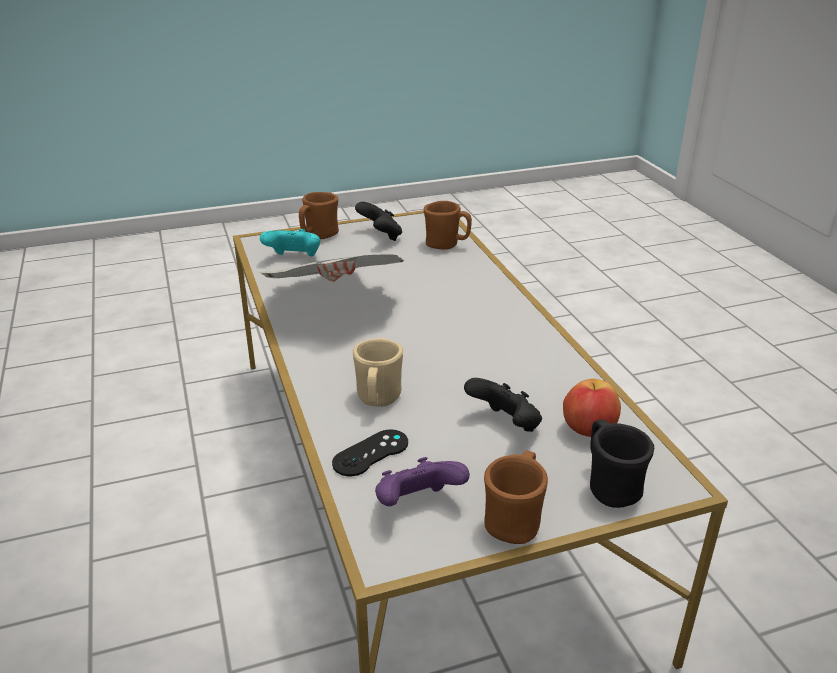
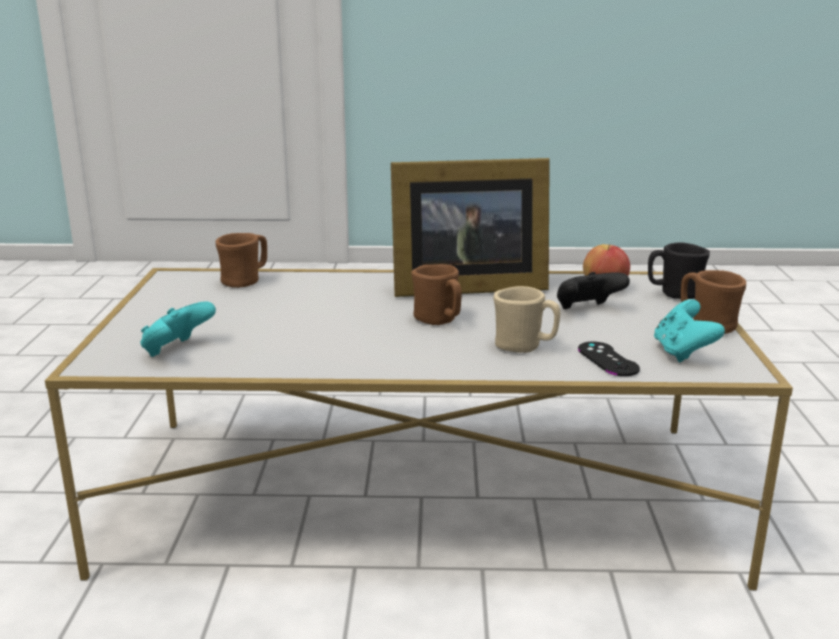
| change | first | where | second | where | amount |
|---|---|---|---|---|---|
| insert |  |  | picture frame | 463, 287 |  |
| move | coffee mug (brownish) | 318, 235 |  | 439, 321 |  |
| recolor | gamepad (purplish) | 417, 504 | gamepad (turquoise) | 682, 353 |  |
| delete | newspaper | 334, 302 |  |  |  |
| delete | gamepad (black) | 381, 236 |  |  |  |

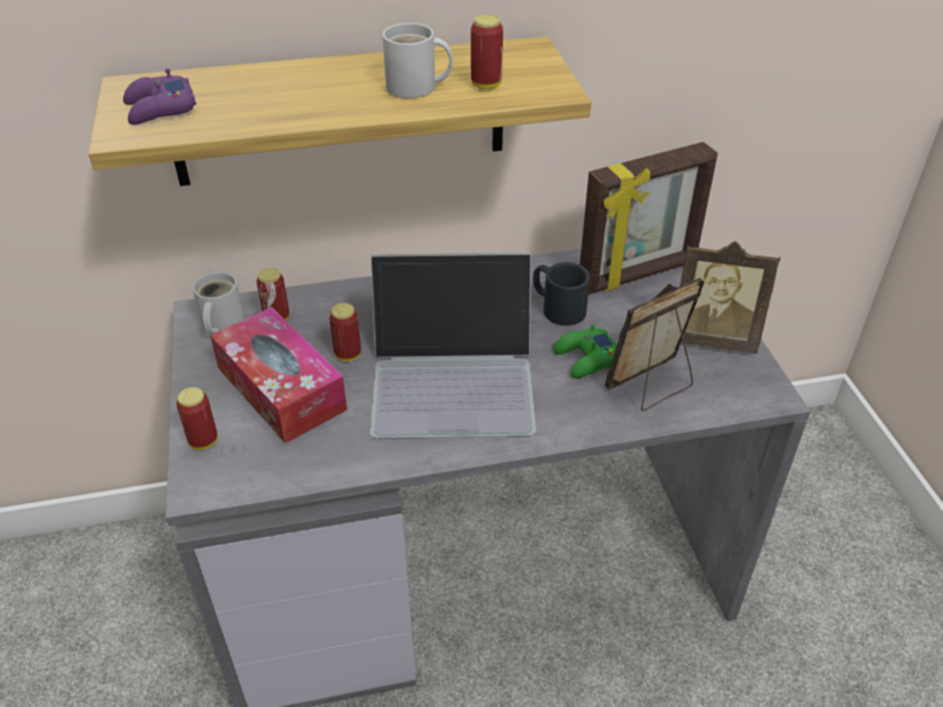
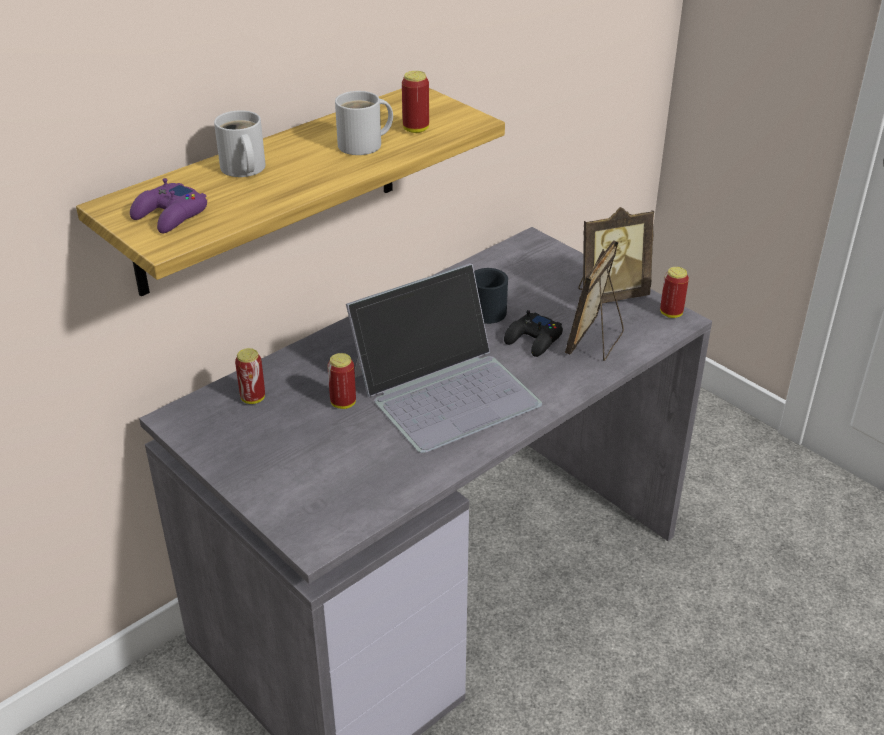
| change | first | where | second | where | amount |
|---|---|---|---|---|---|
| move | coffee mug (white-coloured) | 220, 324 |  | 242, 169 |  |
| recolor | gamepad (green) | 587, 359 | gamepad (black) | 533, 340 |  |
| move | metal can | 203, 441 |  | 671, 313 |  |
| delete | box of tissues | 281, 388 |  |  |  |
| delete | picture frame | 638, 274 |  |  |  |

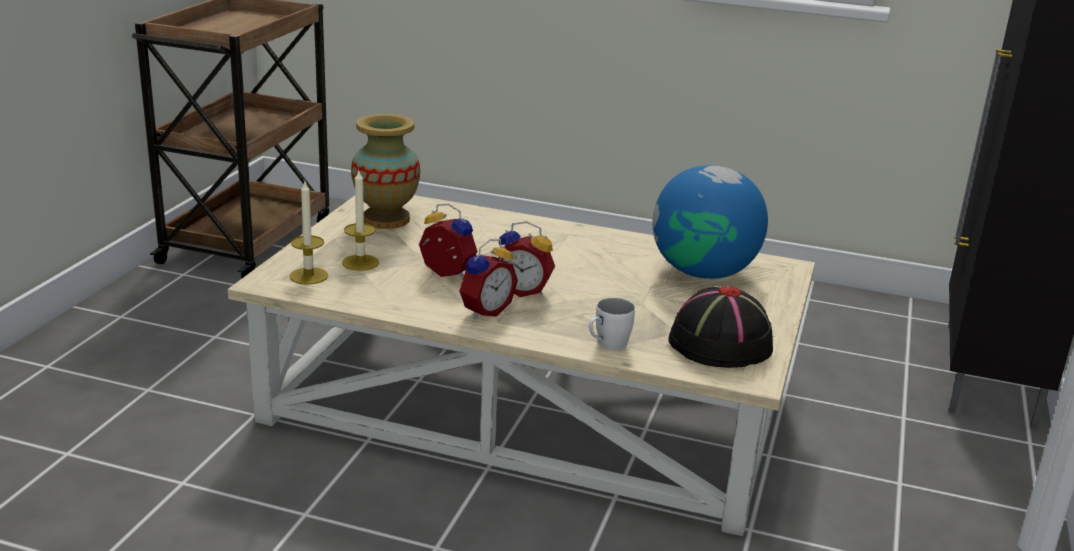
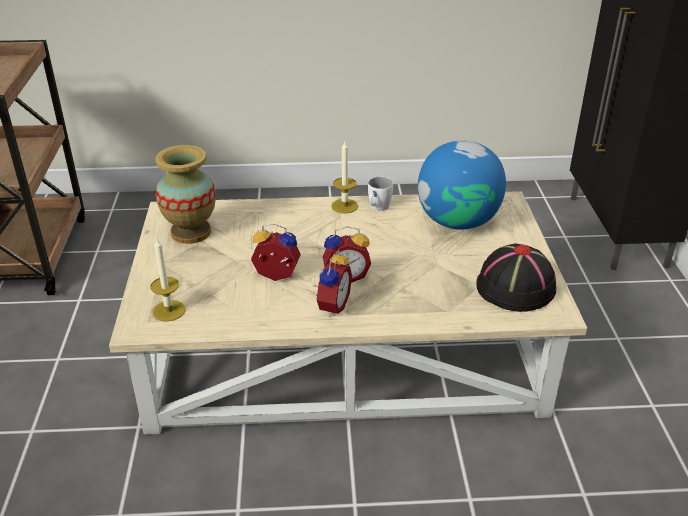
| change | first | where | second | where | amount |
|---|---|---|---|---|---|
| move | candle | 360, 262 |  | 344, 206 |  |
| move | coffee mug (white-coloured) | 607, 345 |  | 377, 208 |  |

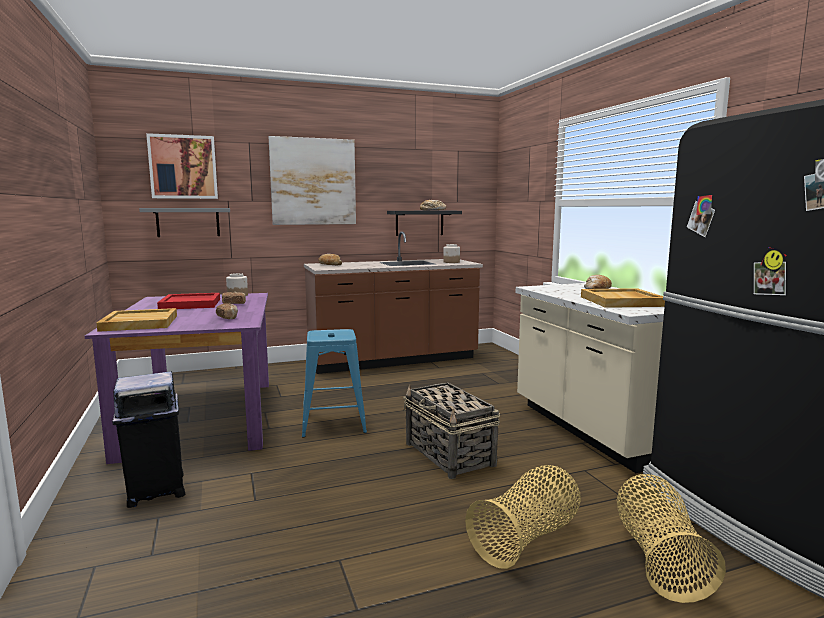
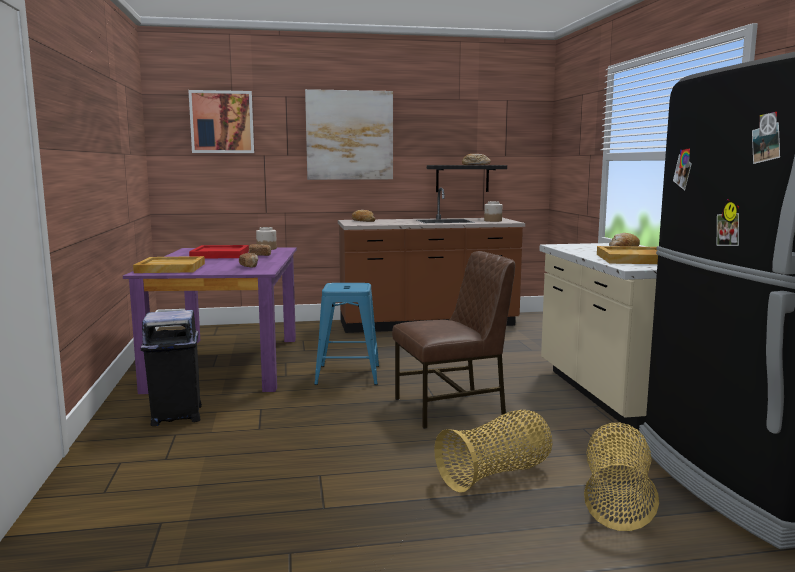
| change | first | where | second | where | amount |
|---|---|---|---|---|---|
| replace | household basket | 449, 455 | upright chair (brownish) | 451, 407 |  |
| delete | shelf (gray) | 188, 222 |  |  |  |

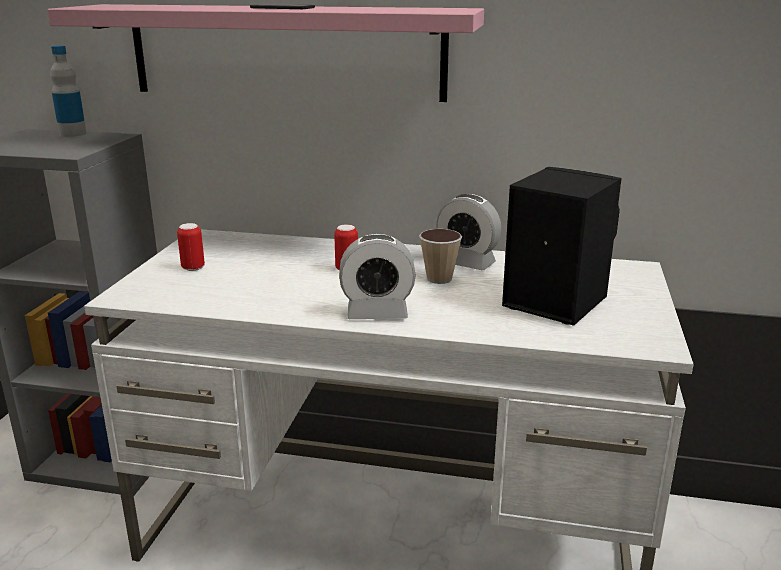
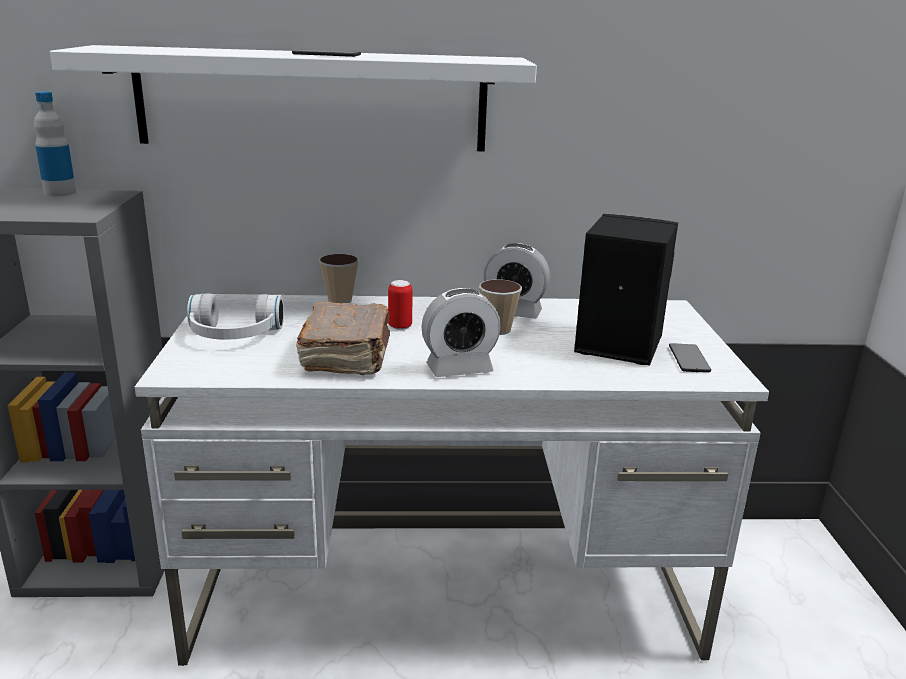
| change | first | where | second | where | amount |
|---|---|---|---|---|---|
| recolor | shelf (pink) | 285, 52 | shelf (white-coloured) | 312, 100 |  |
| replace | metal can | 193, 268 | headphones (white-coloured) | 233, 336 |  |
| insert |  |  | bound book (brownish) | 348, 356 |  |
| insert |  |  | small cup | 340, 300 |  |
| insert |  |  | telephone | 688, 359 |  |

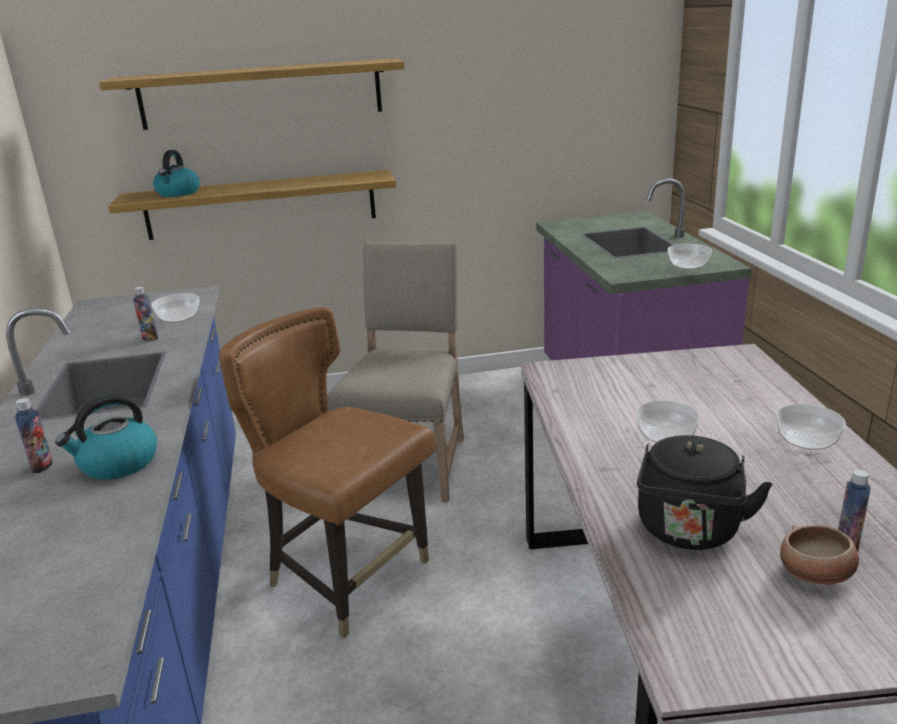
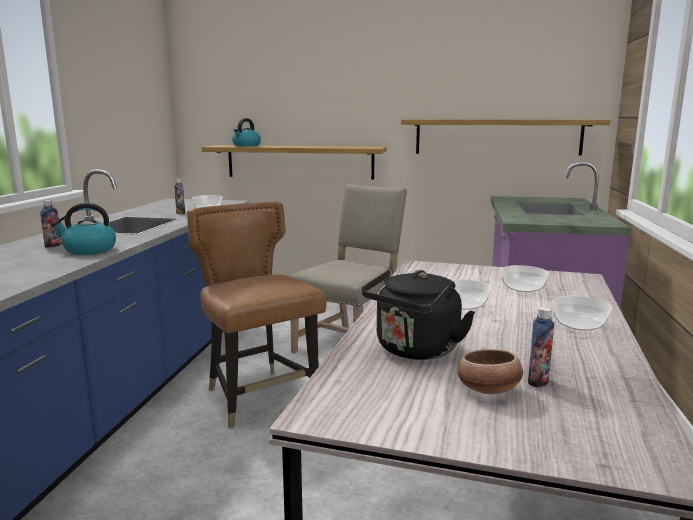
| change | first | where | second | where | amount |
|---|---|---|---|---|---|
| move | shelf | 261, 94 |  | 497, 137 |  |
| move | deep dish | 687, 265 |  | 522, 288 |  |

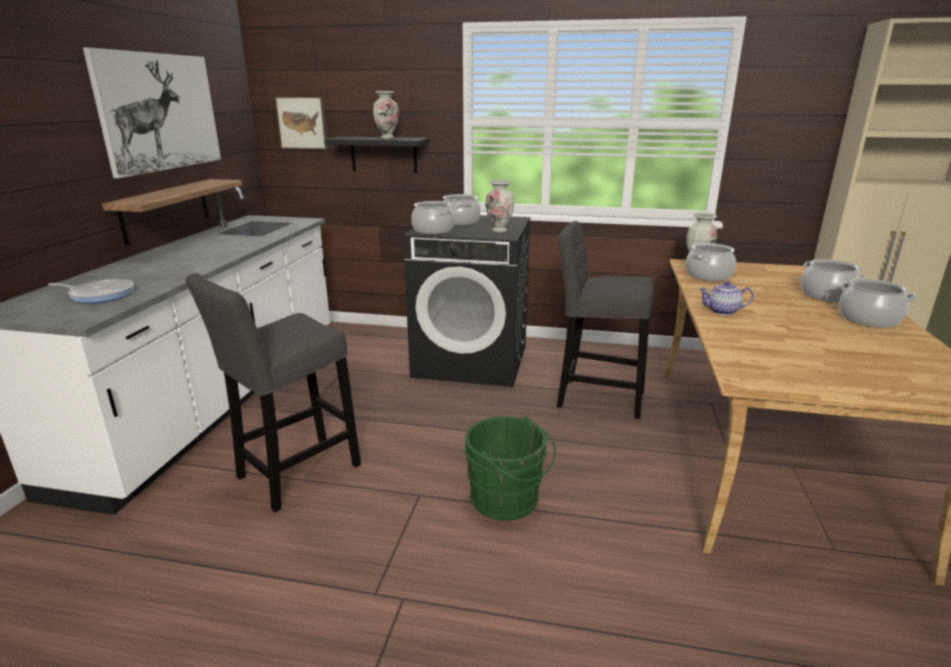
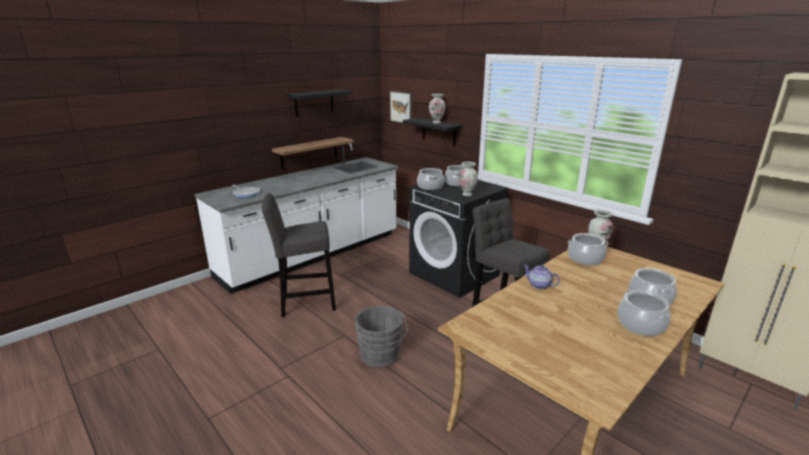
| change | first | where | second | where | amount |
|---|---|---|---|---|---|
| replace | picture | 160, 112 | shelf (black) | 314, 102 |  |
| recolor | bucket (green) | 508, 500 | bucket (gray) | 380, 356 |  |

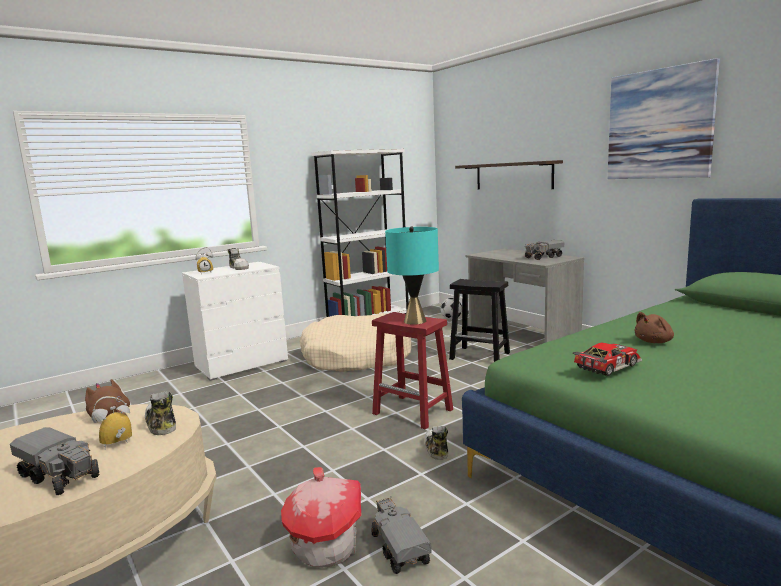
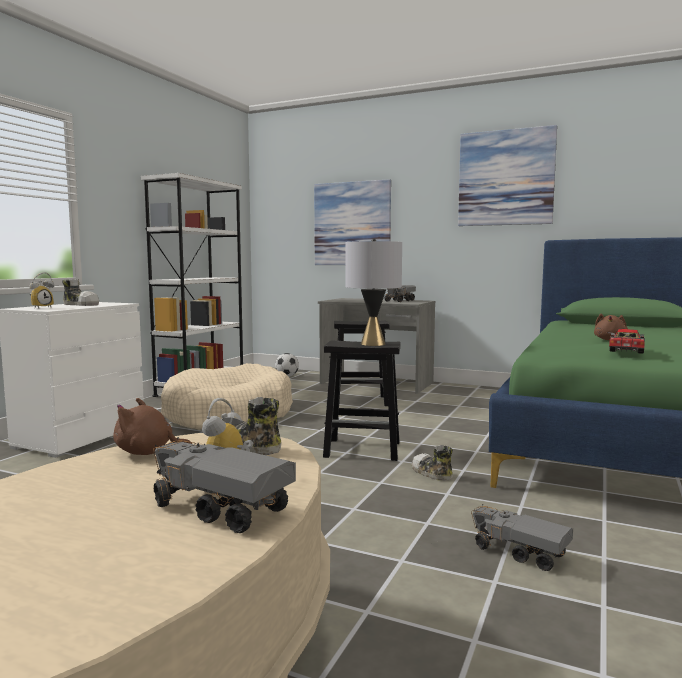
| change | first | where | second | where | amount |
|---|---|---|---|---|---|
| rotate | model truck | 60, 476 |  | 219, 508 | 150 degrees counterclockwise |
| replace | shelf | 513, 176 | picture | 352, 224 |  |
| recolor | stool seat (red) | 414, 412 | stool seat (black) | 364, 449 |  |
| recolor | table lamp (turquoise) | 414, 321 | table lamp (gray) | 372, 344 |  |
| delete | miniature house | 326, 545 |  |  |  |

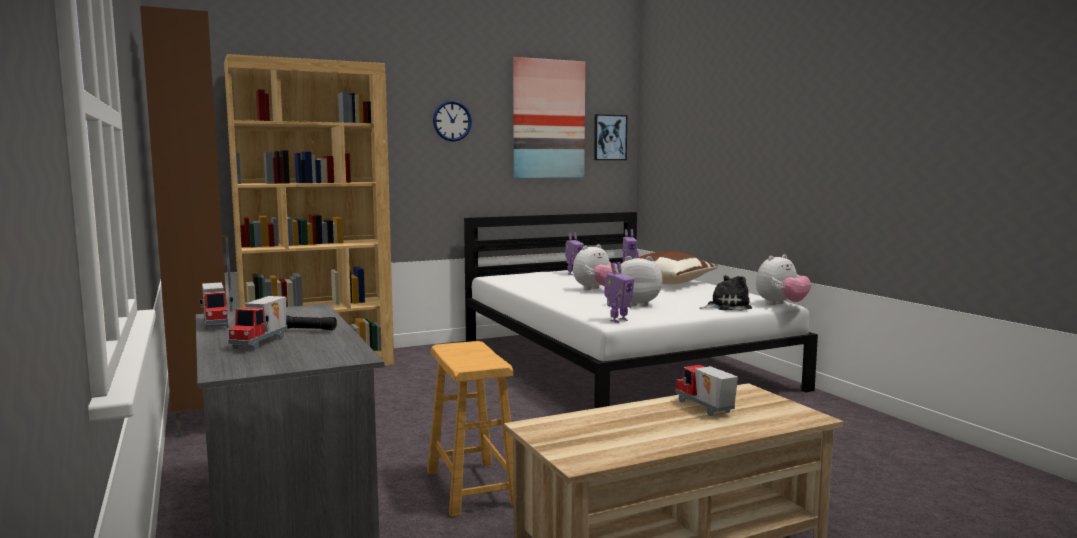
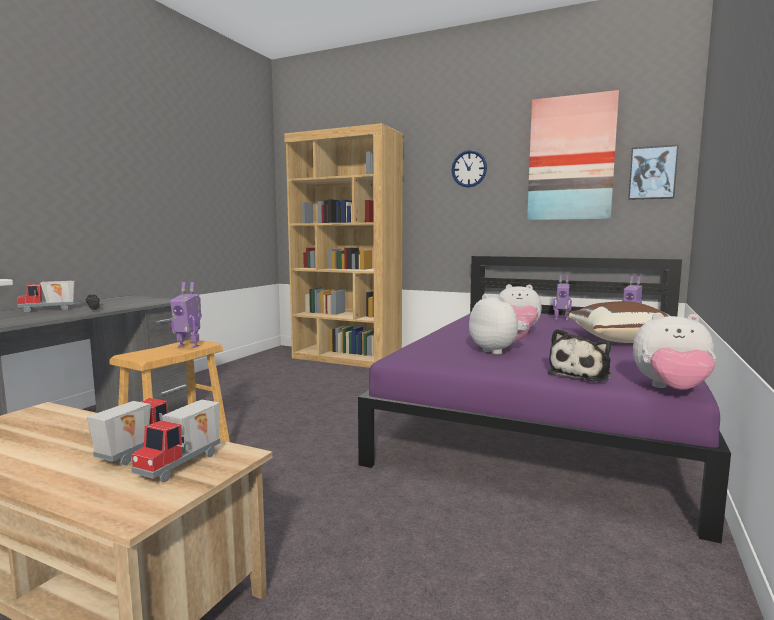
| change | first | where | second | where | amount |
|---|---|---|---|---|---|
| move | model truck | 217, 324 |  | 182, 465 |  |
| move | robot figure | 618, 320 |  | 189, 346 |  |
| recolor | bed (white-coloured) | 620, 363 | bed (purplish) | 546, 420 |  |
| rotate | soft toy | 726, 307 |  | 581, 374 | 90 degrees clockwise |
| delete | cupboard (brownish) | 204, 415 |  |  |  |

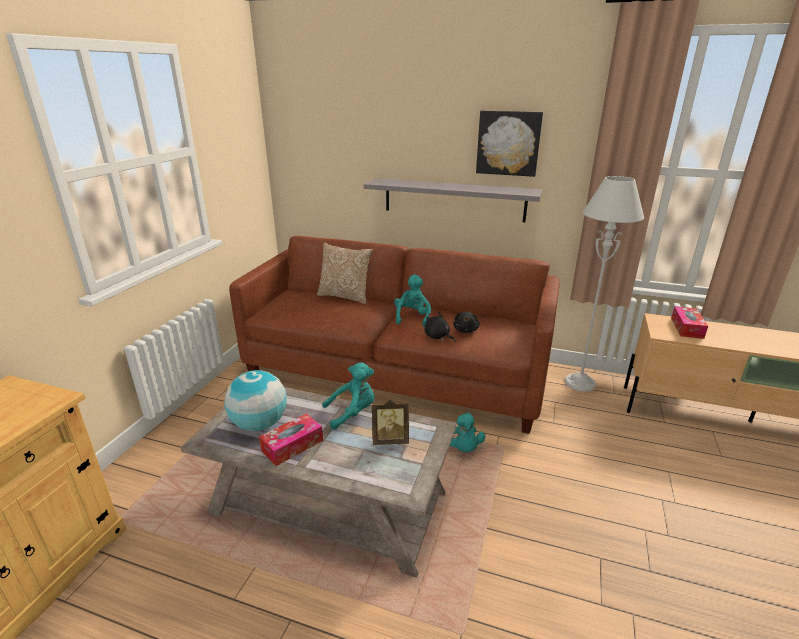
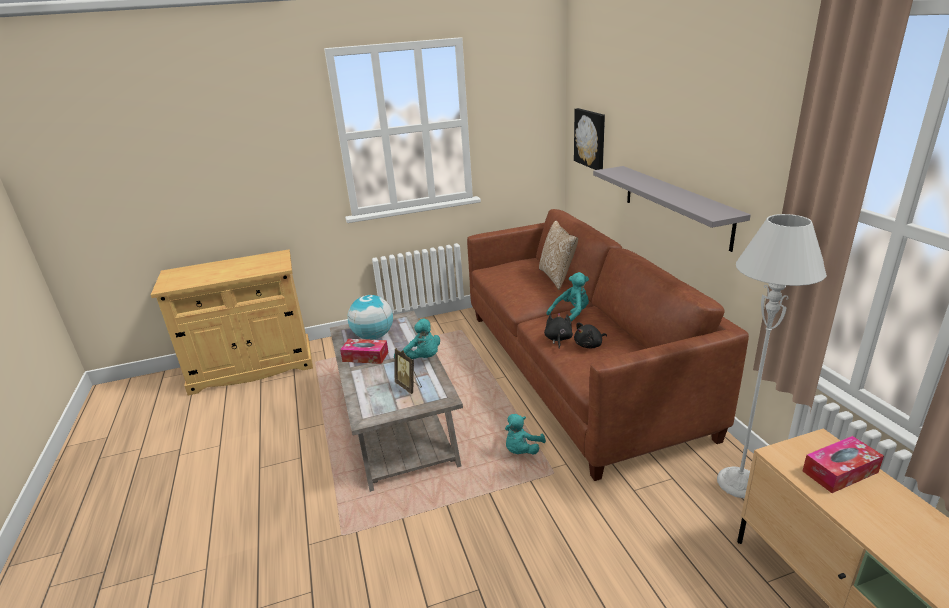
| change | first | where | second | where | amount |
|---|---|---|---|---|---|
| move | picture | 508, 143 |  | 591, 138 |  |

